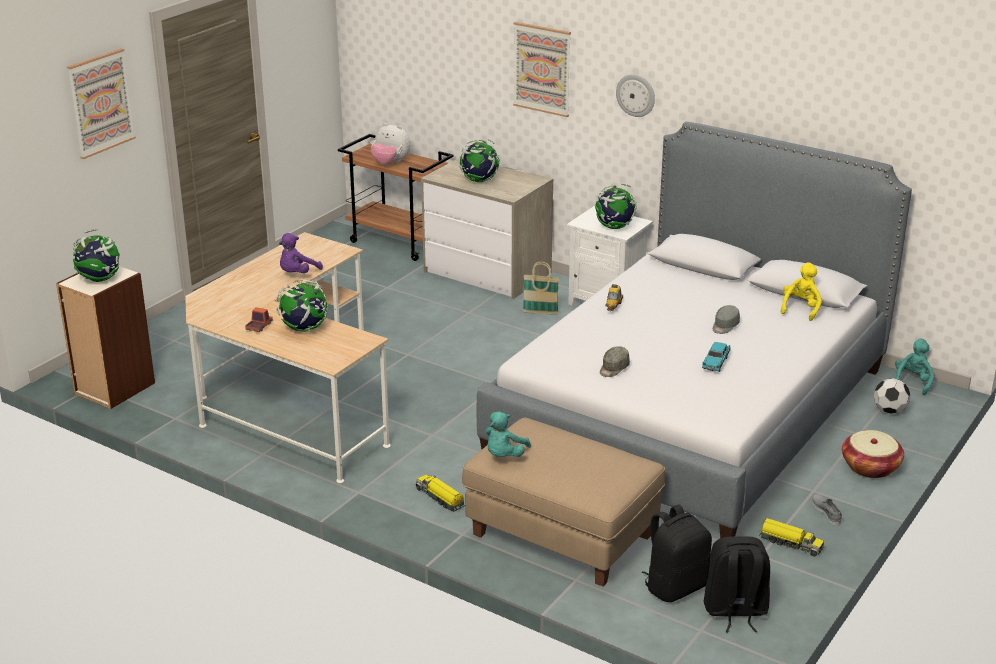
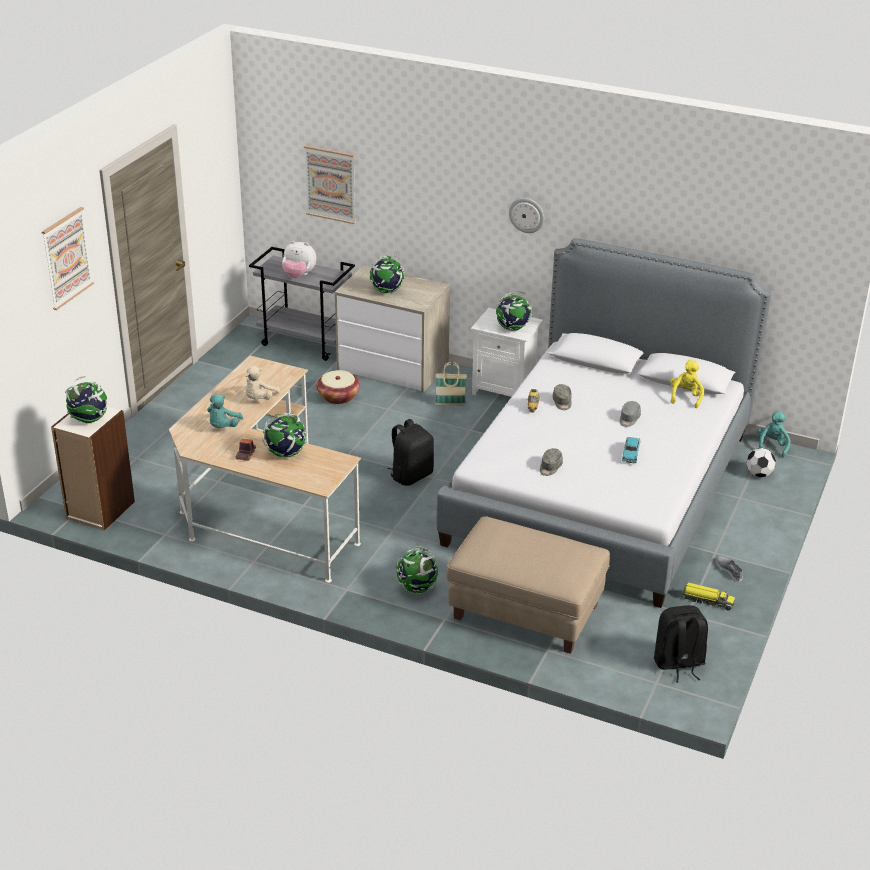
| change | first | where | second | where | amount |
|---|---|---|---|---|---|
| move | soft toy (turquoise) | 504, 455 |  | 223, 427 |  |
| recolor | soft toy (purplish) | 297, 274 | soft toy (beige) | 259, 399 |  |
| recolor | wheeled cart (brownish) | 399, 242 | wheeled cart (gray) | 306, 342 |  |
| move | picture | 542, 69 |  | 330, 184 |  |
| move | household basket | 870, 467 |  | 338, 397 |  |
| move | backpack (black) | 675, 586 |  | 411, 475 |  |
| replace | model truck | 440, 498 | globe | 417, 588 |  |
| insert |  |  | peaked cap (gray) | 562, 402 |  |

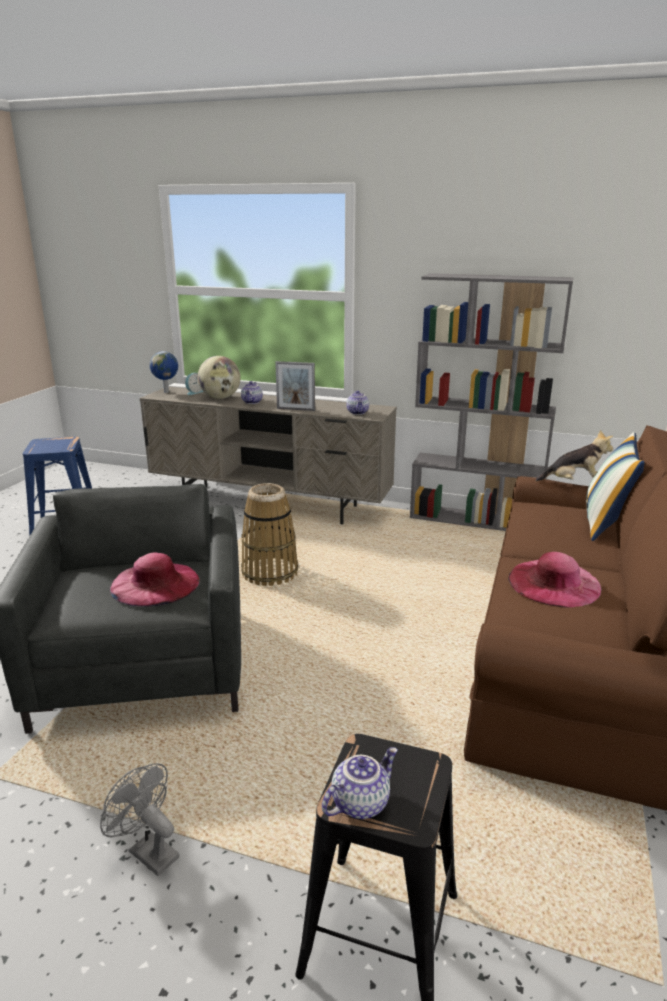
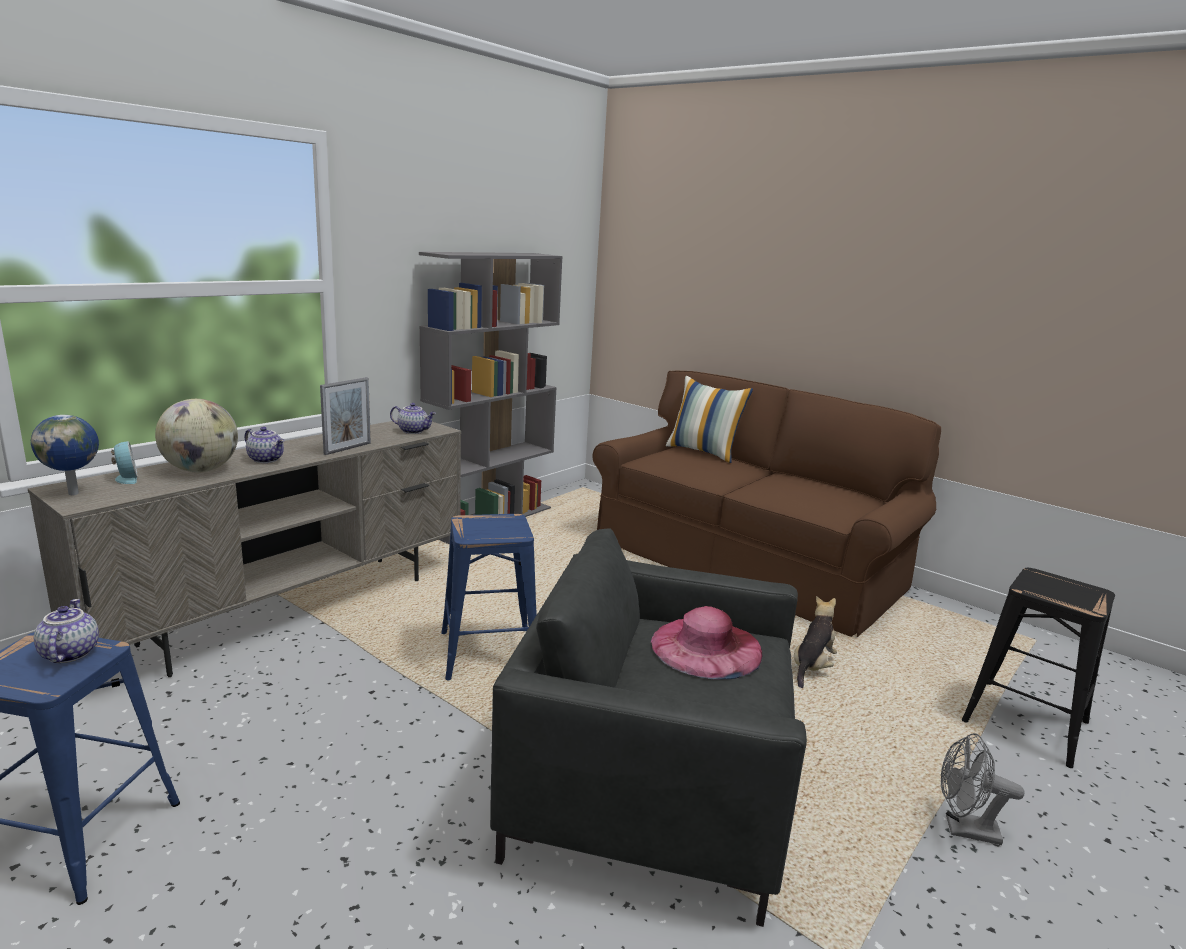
| change | first | where | second | where | amount |
|---|---|---|---|---|---|
| move | tea pot | 359, 802 |  | 68, 653 |  |
| replace | household basket | 269, 572 | stool seat (blue-coloured) | 489, 653 |  |
| move | soft toy | 573, 483 |  | 812, 667 |  |
| rotate | fan (gray) | 148, 851 |  | 963, 829 | 45 degrees clockwise |
| delete | wearable hat (pink) | 554, 583 |  |  |  |

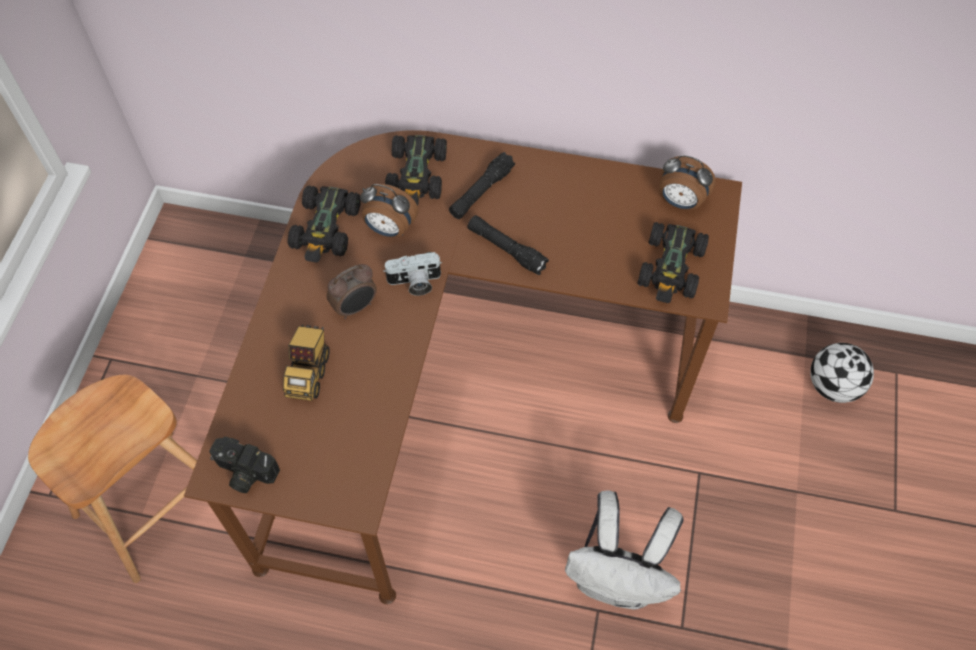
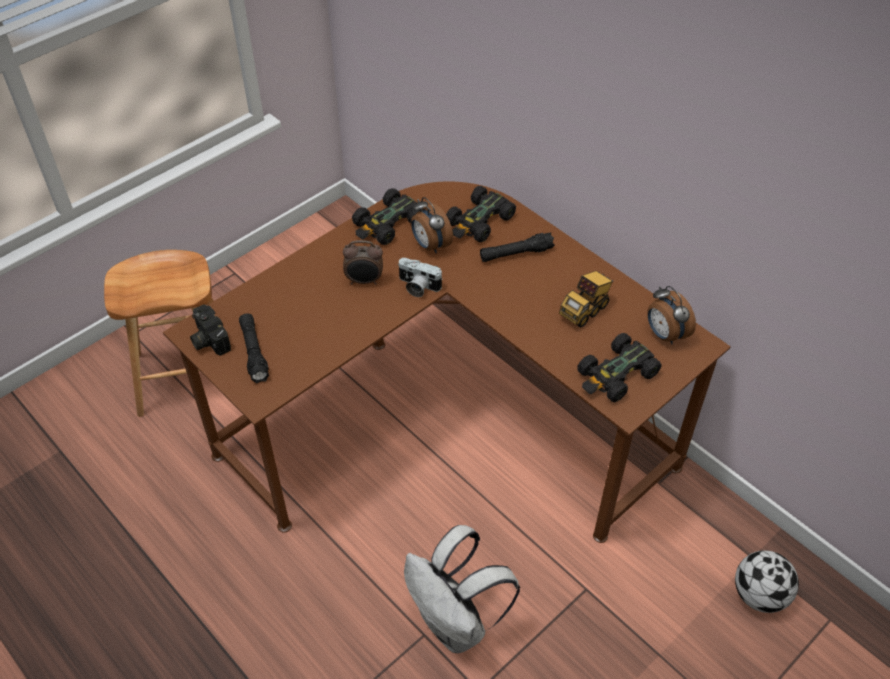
| change | first | where | second | where | amount |
|---|---|---|---|---|---|
| move | flashlight (black) | 506, 249 |  | 254, 352 |  |
| move | model truck | 309, 372 |  | 585, 310 |  |

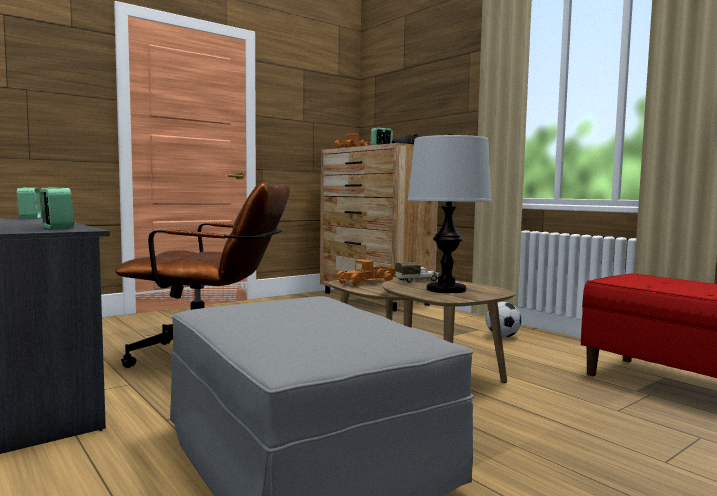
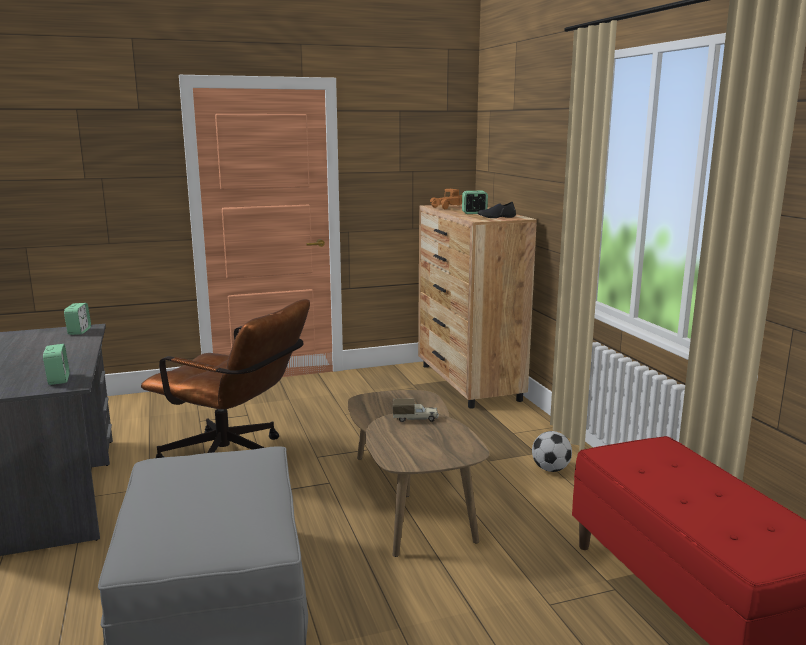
| change | first | where | second | where | amount |
|---|---|---|---|---|---|
| delete | model truck | 367, 282 |  |  |  |
| delete | table lamp | 445, 289 |  |  |  |

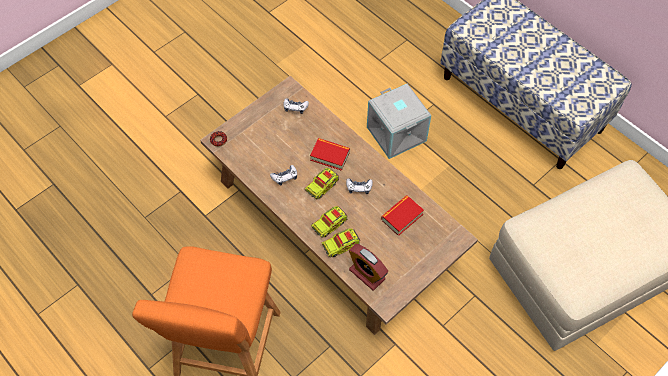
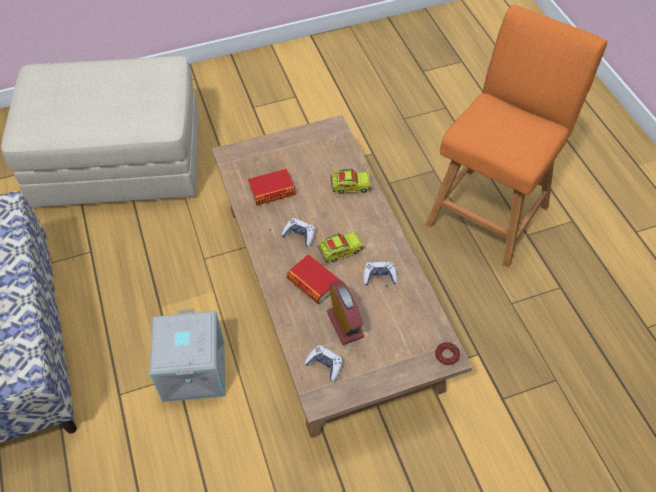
| change | first | where | second | where | amount |
|---|---|---|---|---|---|
| move | alarm clock | 367, 274 |  | 345, 324 |  |
| delete | model truck | 329, 224 |  |  |  |

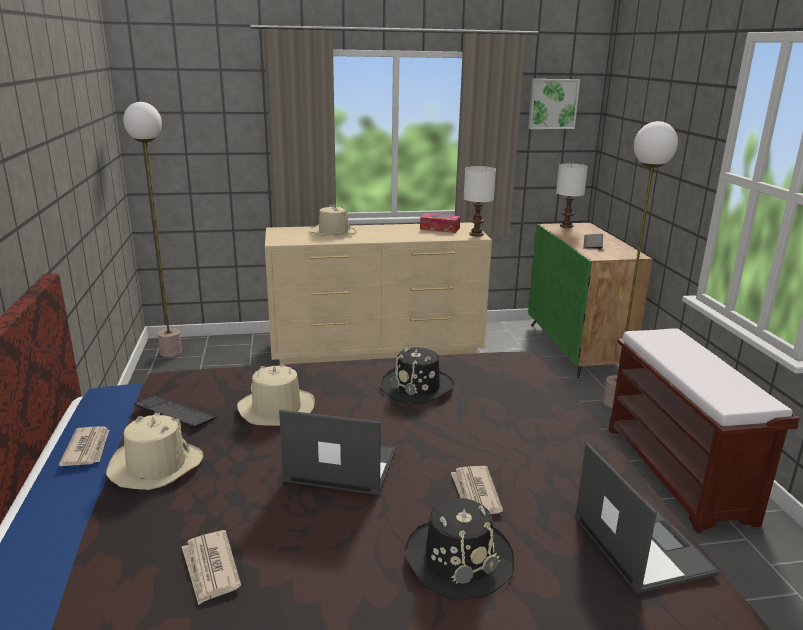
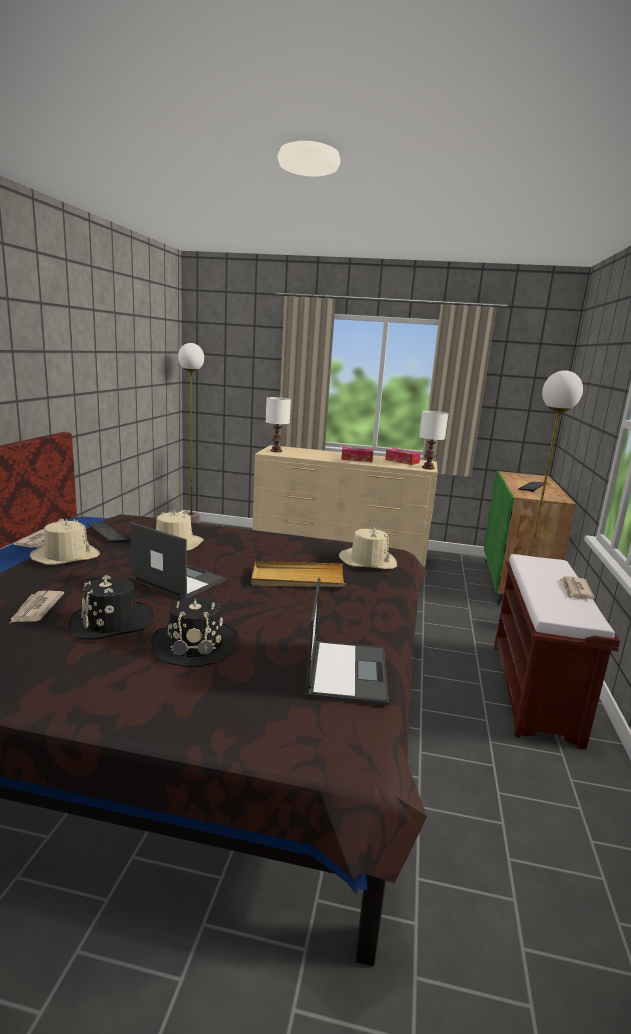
| change | first | where | second | where | amount |
|---|---|---|---|---|---|
| move | wearable hat (black) | 417, 387 |  | 111, 622 |  |
| insert |  |  | tray (beige) | 298, 578 |  |
| move | table lamp (white-coloured) | 566, 226 |  | 275, 451 |  |
| move | wearable hat (beige) | 332, 232 |  | 368, 561 |  |
| insert |  |  | box of tissues | 357, 459 |  |
| move | newspaper | 475, 494 |  | 575, 590 |  |
| delete | picture | 552, 104 |  |  |  |

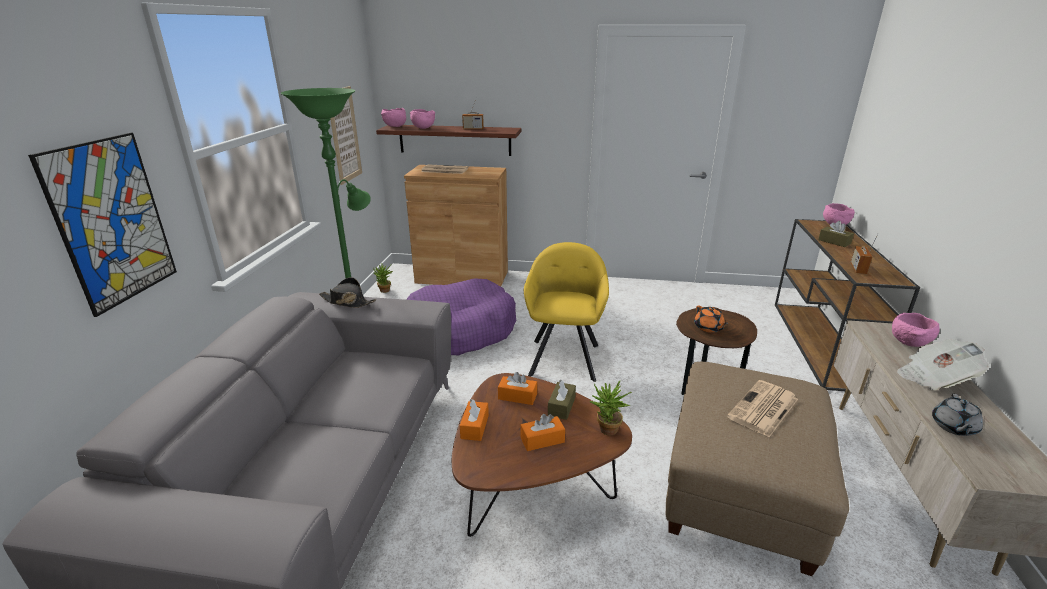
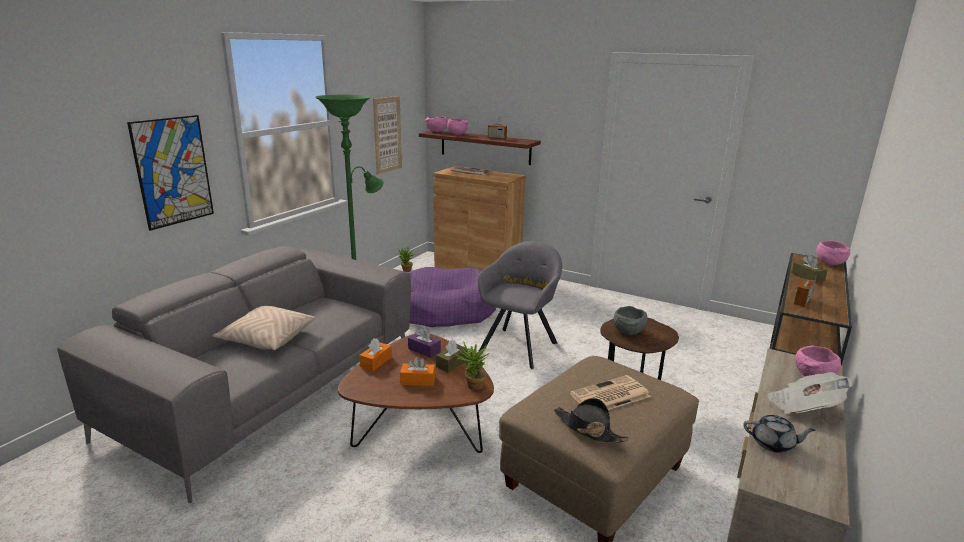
| change | first | where | second | where | amount |
|---|---|---|---|---|---|
| insert |  |  | throw pillow (beige) | 267, 339 |  |
| recolor | box of tissues (orange-coloured) | 517, 396 | box of tissues (purplish) | 424, 350 |  |
| recolor | armchair (yellow) | 565, 357 | armchair (gray) | 520, 346 |  |
| move | wearable hat (black) | 347, 302 |  | 588, 429 |  |
| replace | tea pot (orange-coloured) | 708, 328 | deep dish (gray) | 629, 333 |  |
| rotate | tea pot (gray) | 953, 427 |  | 773, 444 | 120 degrees counterclockwise |

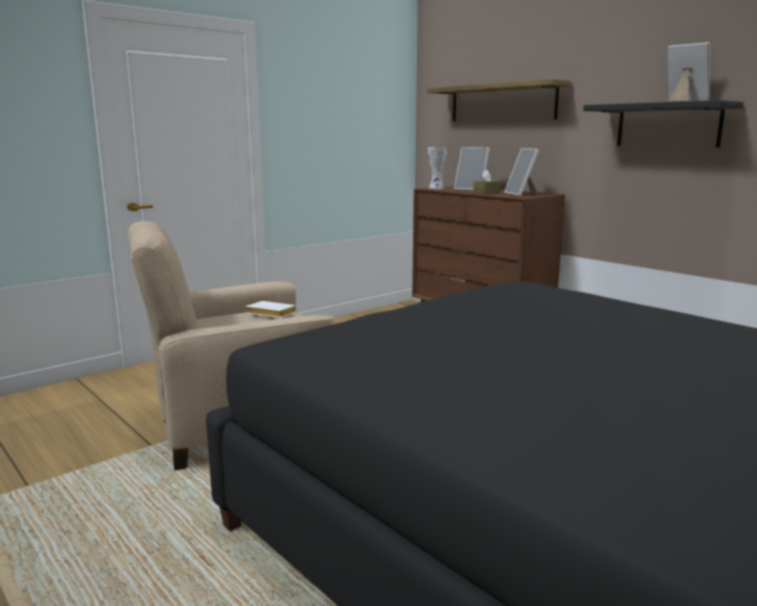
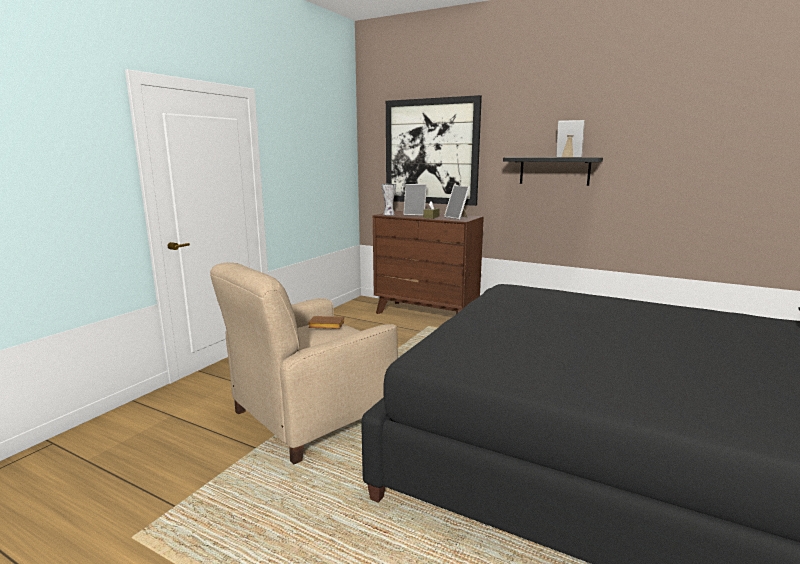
| change | first | where | second | where | amount |
|---|---|---|---|---|---|
| recolor | bound book (white-coloured) | 269, 314 | bound book (brownish) | 325, 326 |  |
| replace | shelf | 502, 103 | picture | 431, 152 |  |

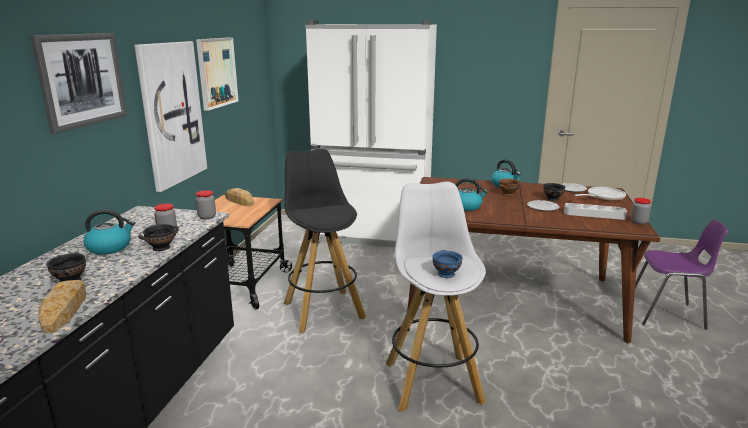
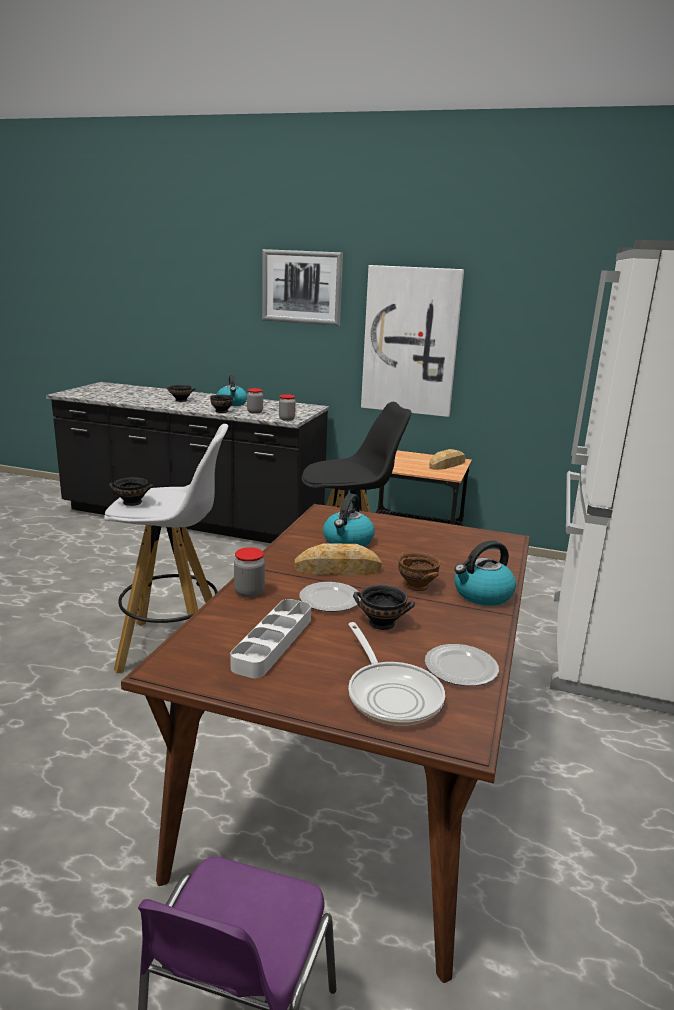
| change | first | where | second | where | amount |
|---|---|---|---|---|---|
| recolor | deep dish (blue-coloured) | 446, 274 | deep dish (black) | 133, 503 |  |
| move | preserve jar | 638, 222 |  | 249, 592 |  |
| move | baked bread | 64, 310 |  | 337, 569 |  |
| delete | picture | 216, 72 |  |  |  |

